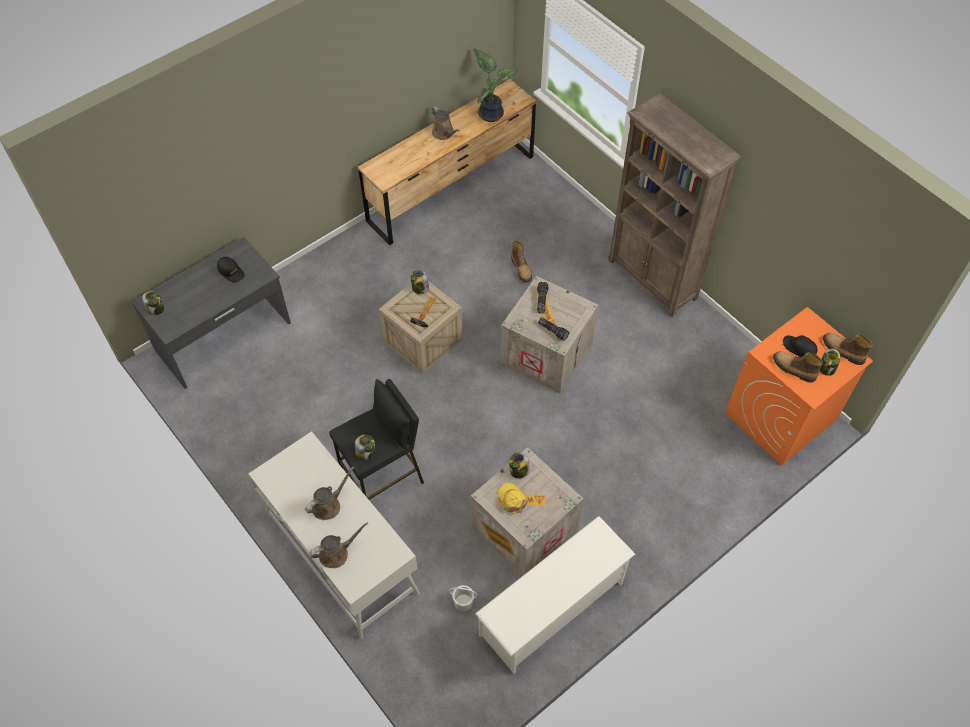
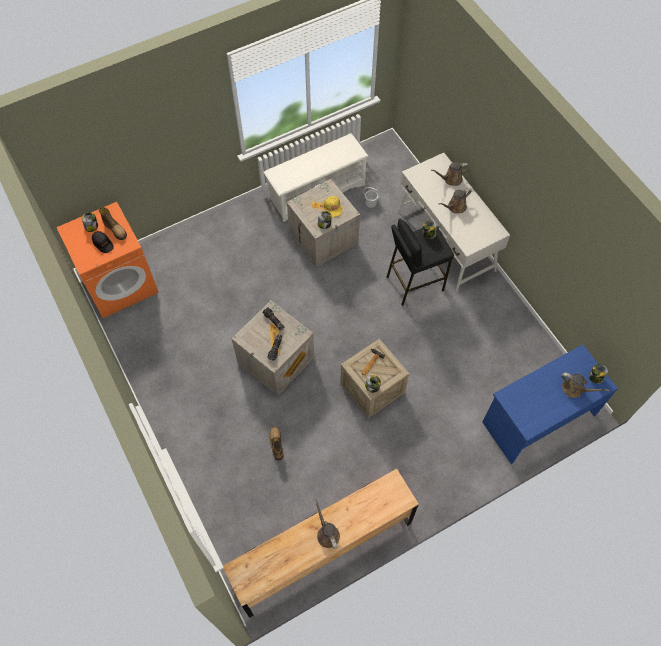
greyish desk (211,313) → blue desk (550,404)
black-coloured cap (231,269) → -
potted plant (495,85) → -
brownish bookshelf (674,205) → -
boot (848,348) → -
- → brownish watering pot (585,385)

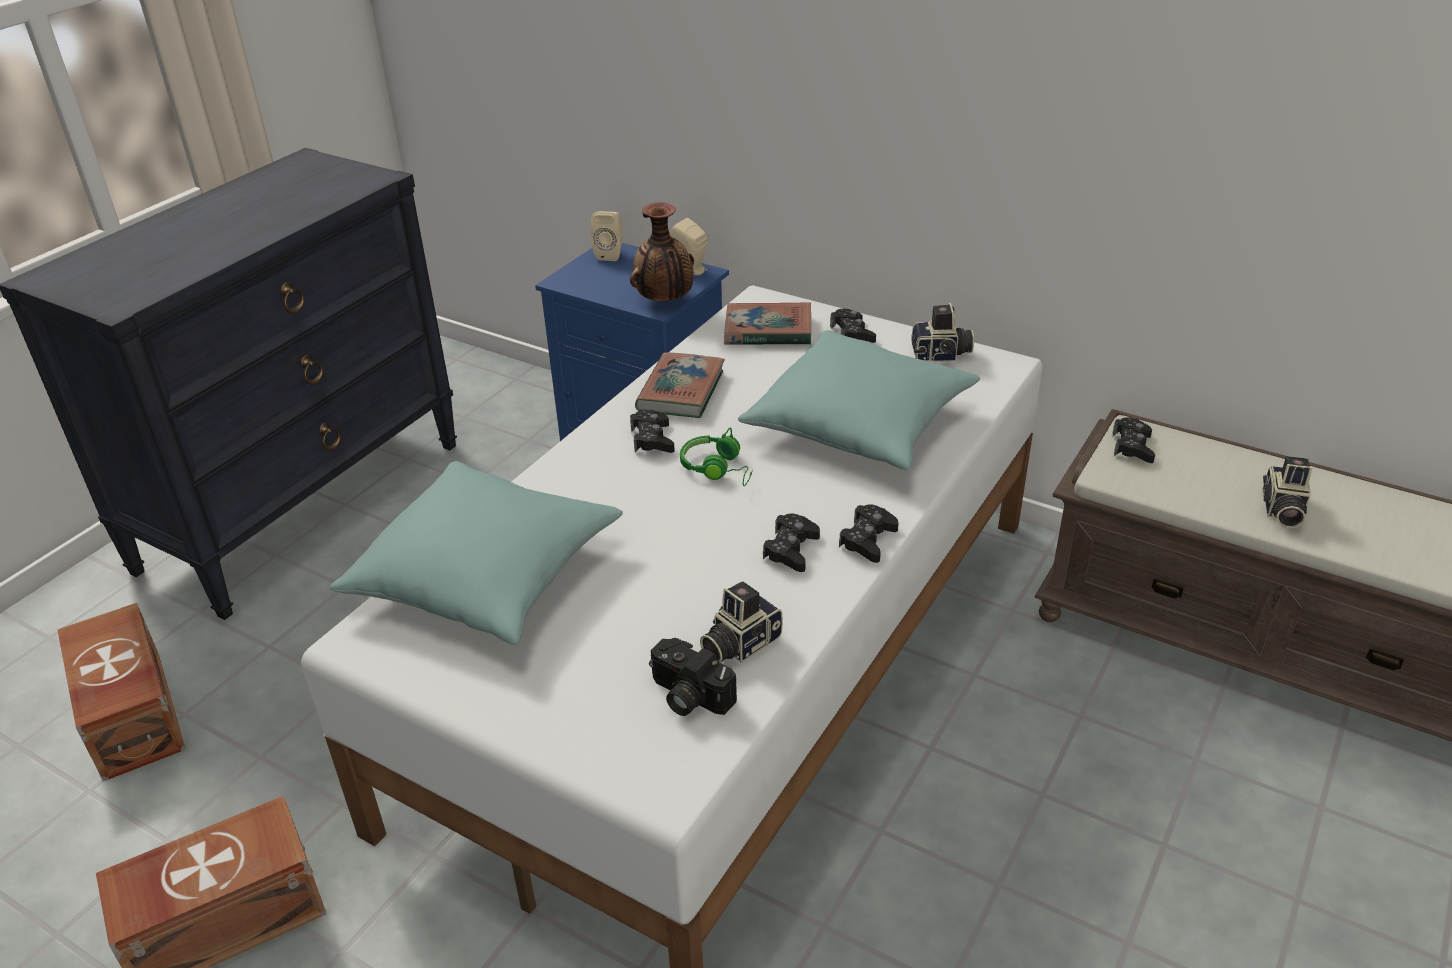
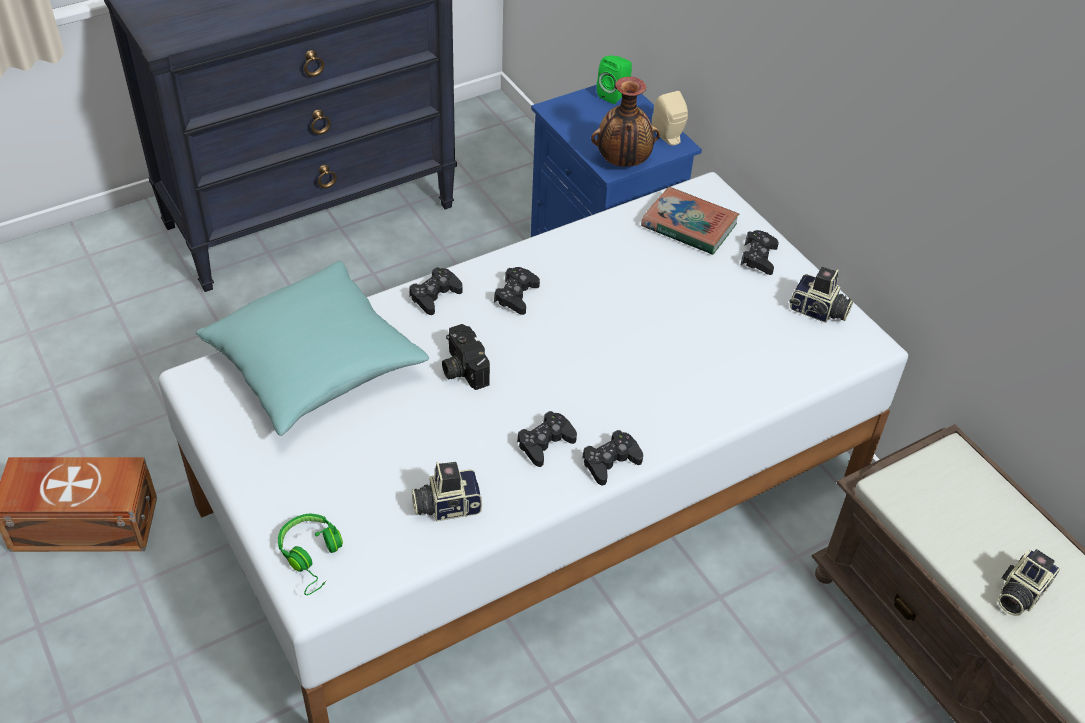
brownish storage box (121,692) → -
beige-coloured speaker (607,236) → greenish speaker (614,79)
bound book (680,385) → -
photo camera (693,677) → photo camera (466,357), shifted
greenish headset (716,457) → greenish headset (310,554), shifted
blue-green throw pillow (859,400) → -
black-coloured gamepad (1134,440) → black-coloured gamepad (436,291), shifted

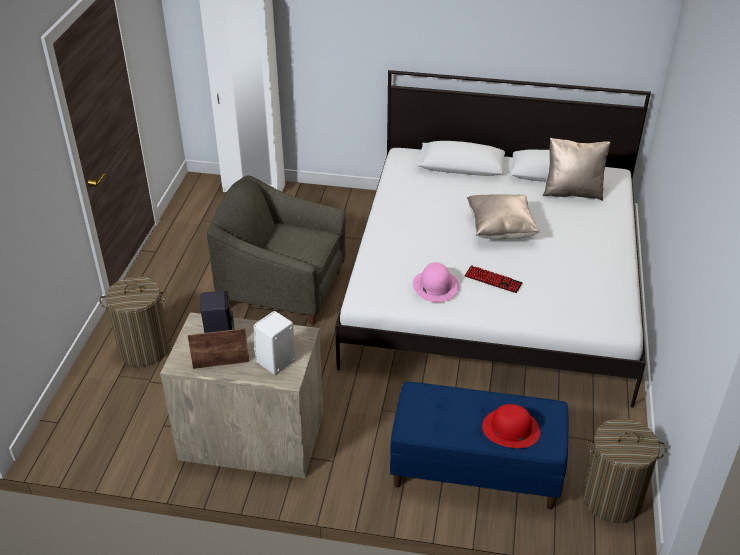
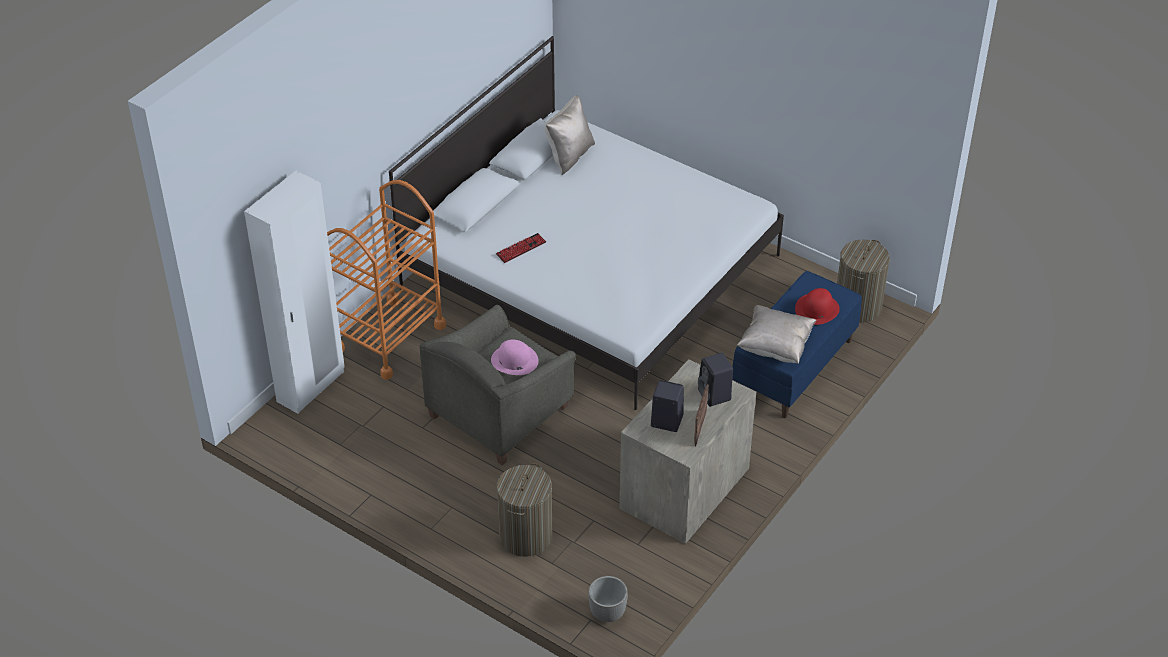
white speaker (275,343) → black-coloured speaker (715,380)
pink-coloured clothing hat (436,282) → pink-coloured clothing hat (515,357), shifted
keyboard (494,279) → keyboard (521,248), shifted
beige-coloured throw pillow (503,217) → beige-coloured throw pillow (776,334), shifted
- → orangey cart (386,280)
- → flower pot (608,599)

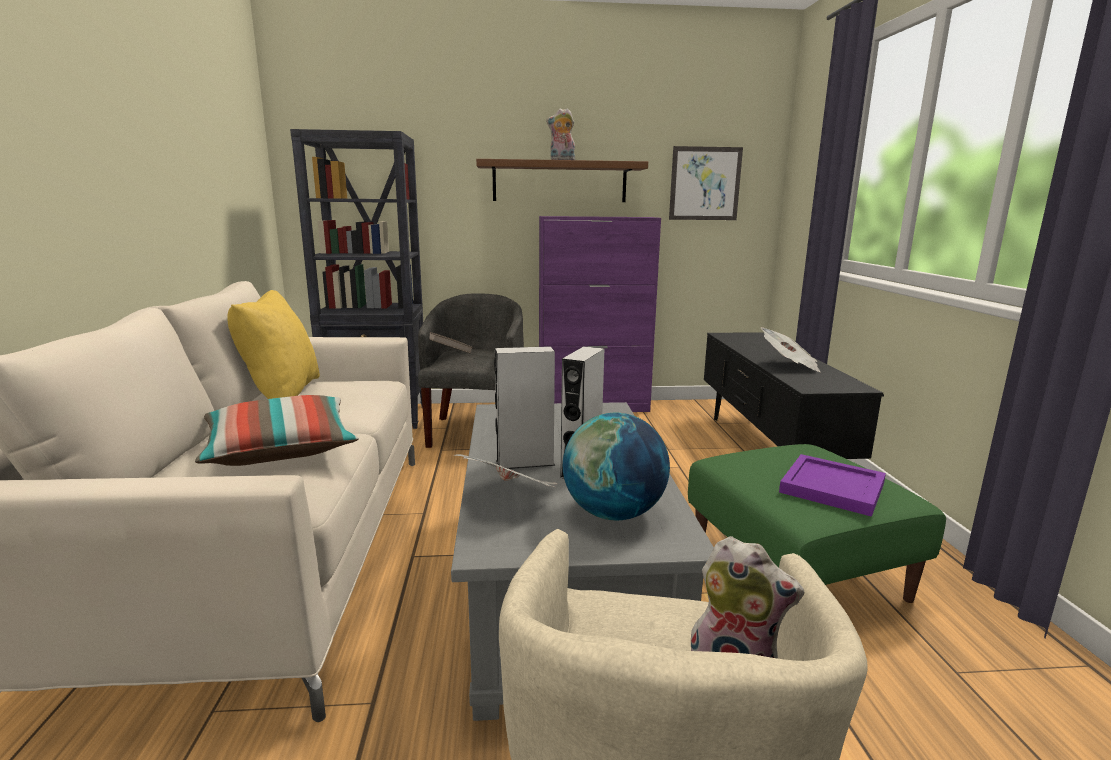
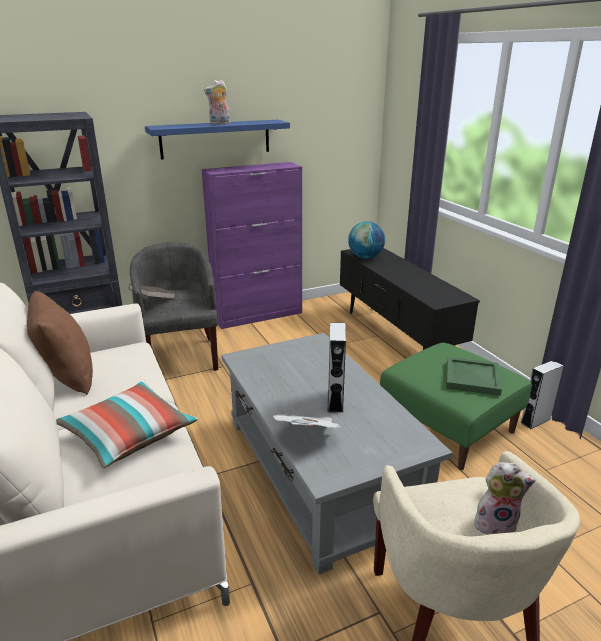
yellowish throw pillow (273,344) → brownish throw pillow (60,343)
brownish bracket shelf (562,180) → blue bracket shelf (217,140)
greyish speaker (524,407) → greyish speaker (542,395), shifted
desk globe (616,466) → desk globe (366,240), shifted
wall picture (706,183) → -
printed paper (790,349) → -
purplish tray (832,485) → greenish tray (474,376)

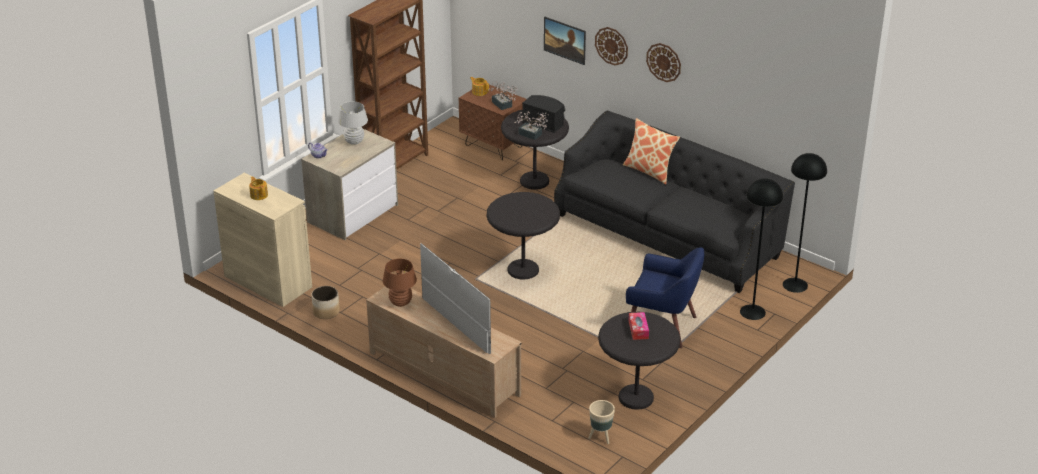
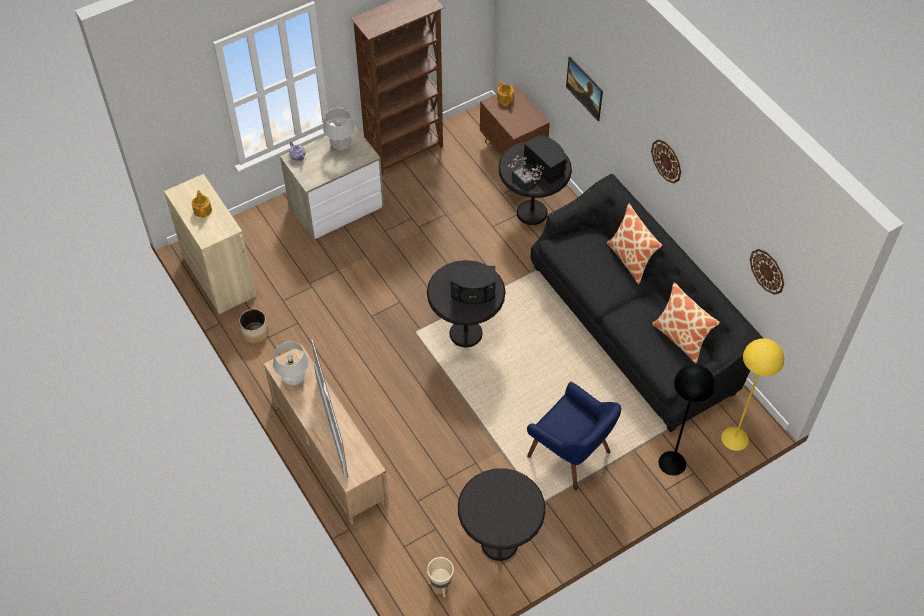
brownish tabletop lamp (400,283) → white tabletop lamp (291,363)
potted plant (503,95) → -
clock on the wall (611,46) → clock on the wall (767,272), shifted
box of tissues (639,326) → -
black-coloured standard lamp (805,223) → yellowish standard lamp (752,395)
- → black-coloured speaker (473,284)
- → throw pillow (686,323)

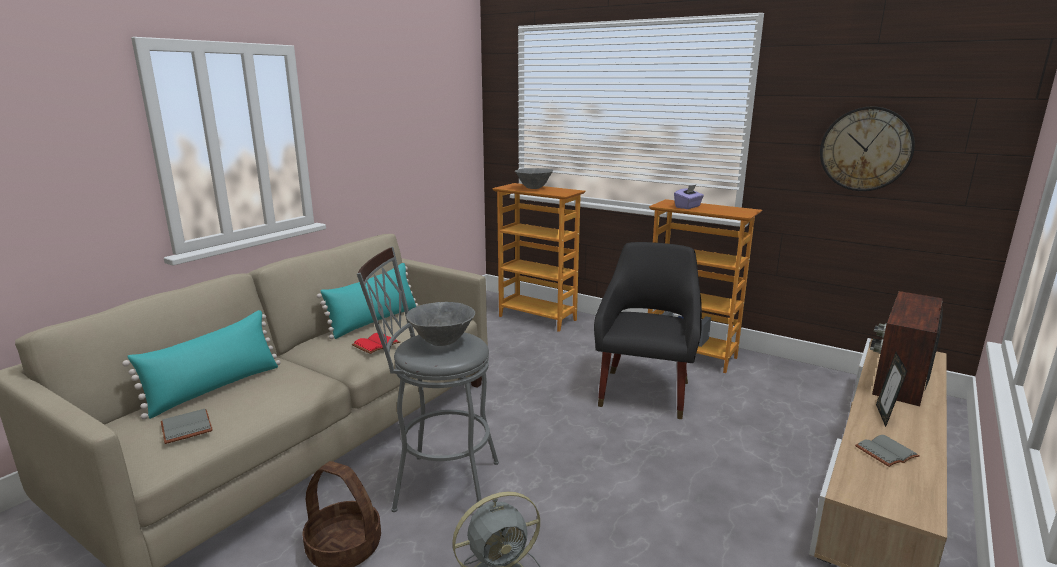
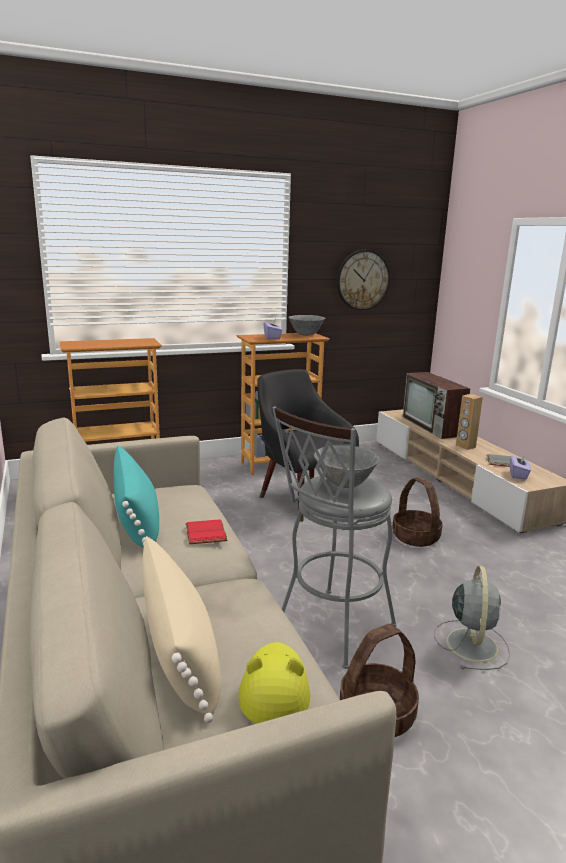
blue-green throw pillow (201,365) → beige-coloured throw pillow (182,629)
greyish bound book (187,426) → yellowish clothing hat (274,683)
greyish serving bowl (534,178) → greyish serving bowl (306,325), shifted
photo frame (892,389) → brownish speaker (469,422)
- → storage basket (417,512)
- → purplish box of tissues (520,467)

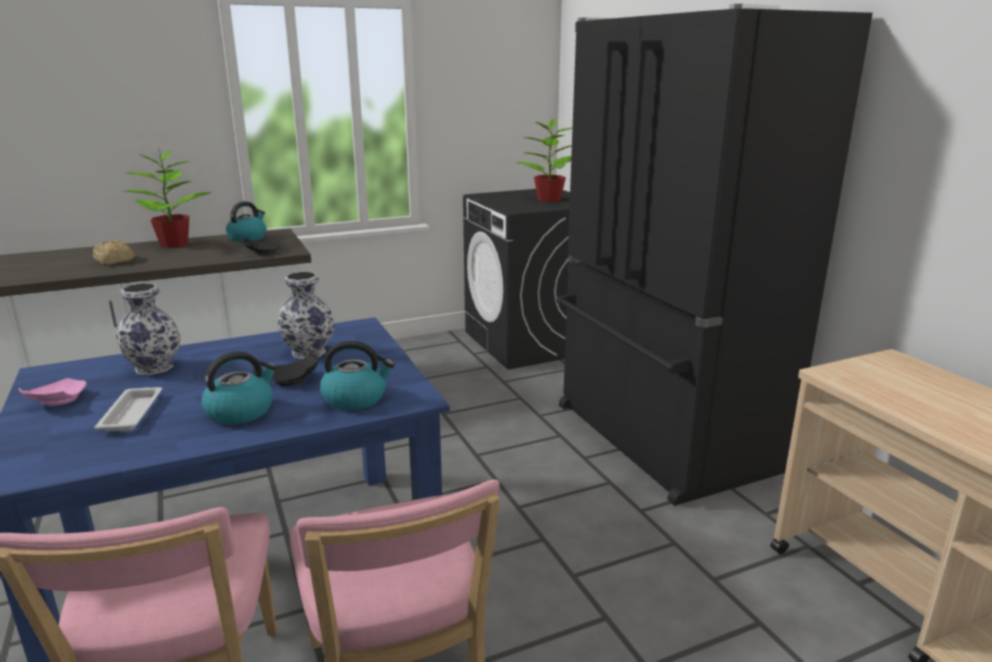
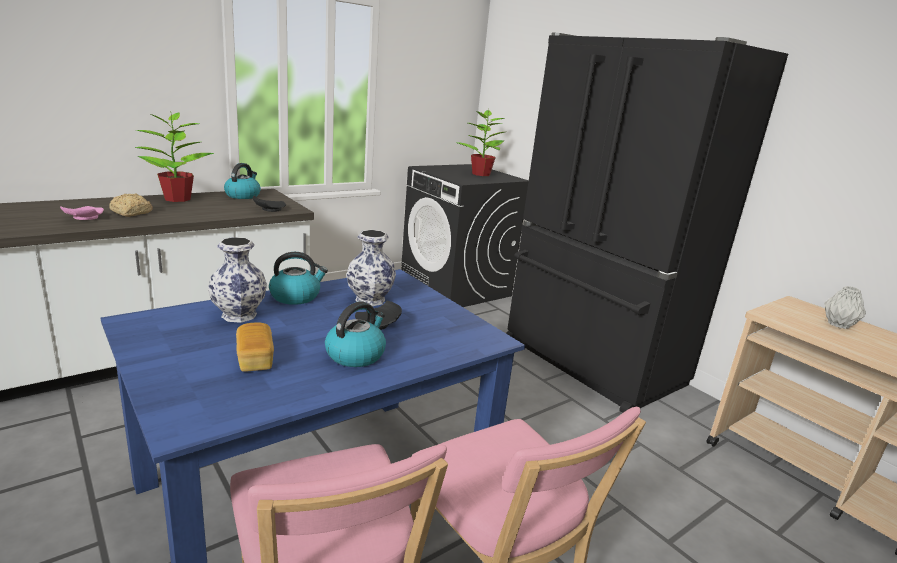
pink-coloured dinner plate (52,392) → pink-coloured dinner plate (82,213), shifted
white tray (128,409) → baked bread (255,347)
water kettle (357,375) → water kettle (298,278), shifted
- → greyish flower vase (845,307)

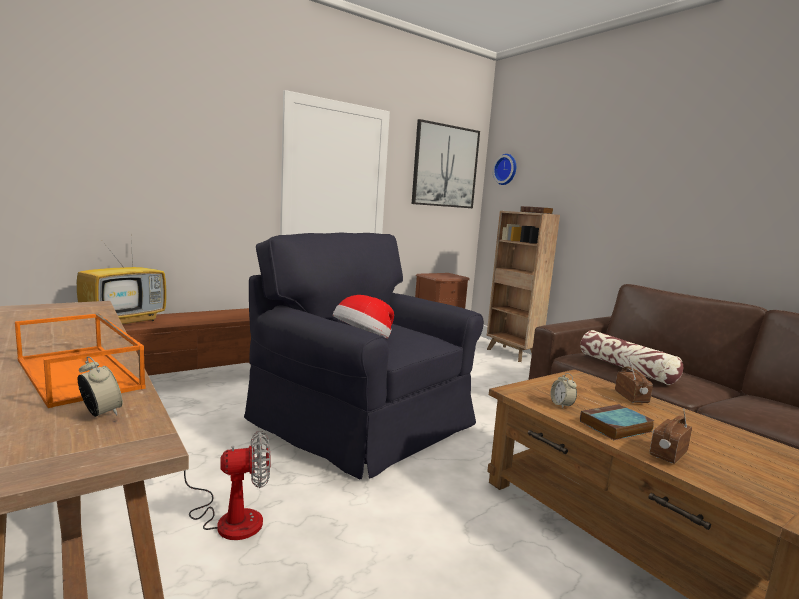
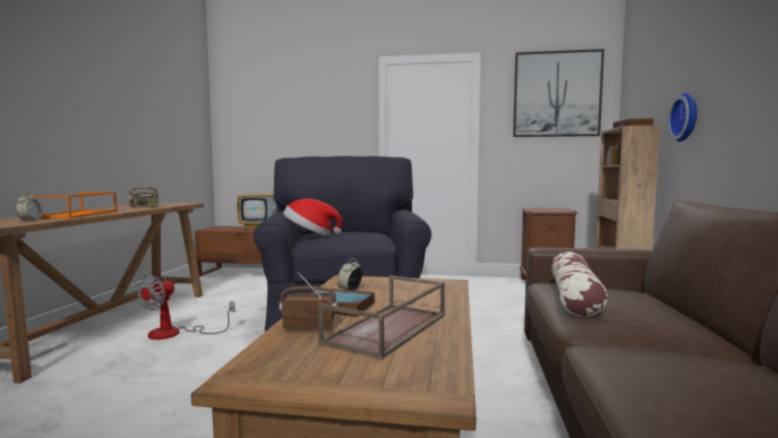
cooling fan (227,485) → cooling fan (186,307), 90 degrees clockwise
clock on the wall (504,169) → clock on the wall (682,117), shifted
radio (634,380) → radio (143,193), shifted
- → brownish tray (381,317)

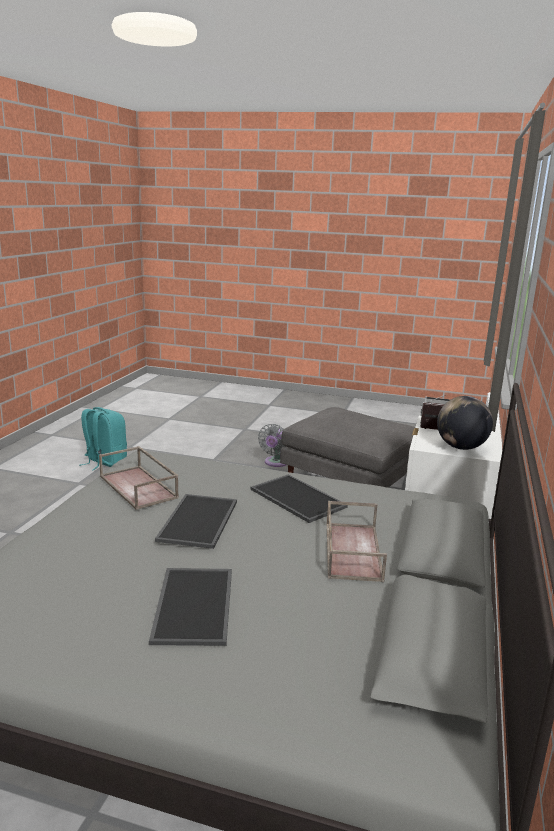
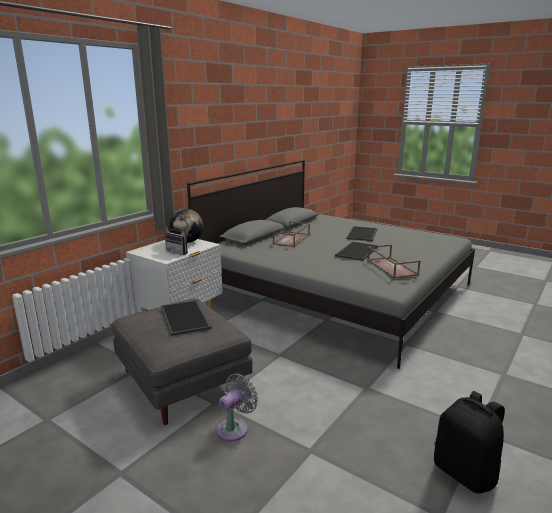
blue-green rucksack (103,439) → black-coloured rucksack (469,442)
tray (299,498) → tray (186,318), shifted

